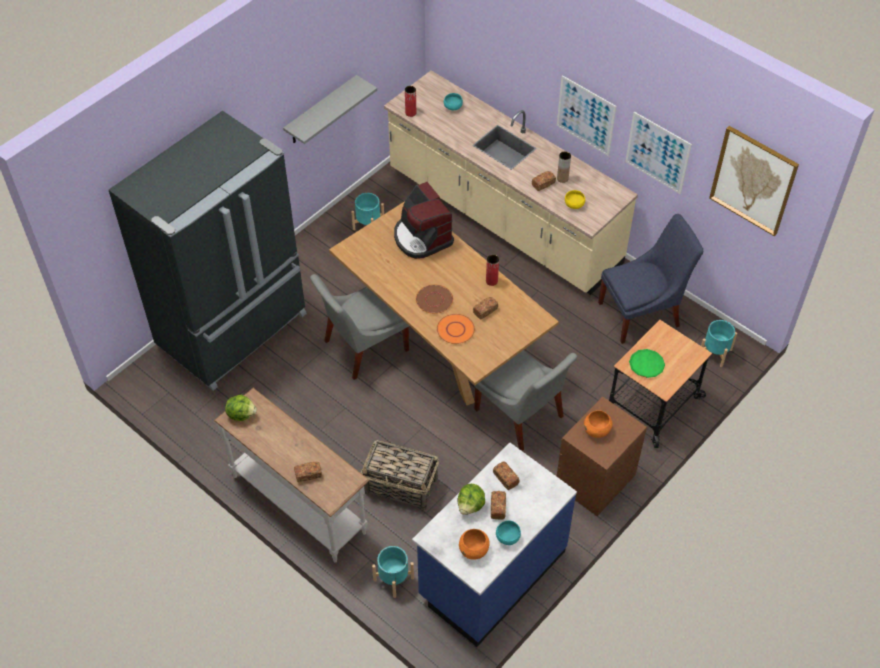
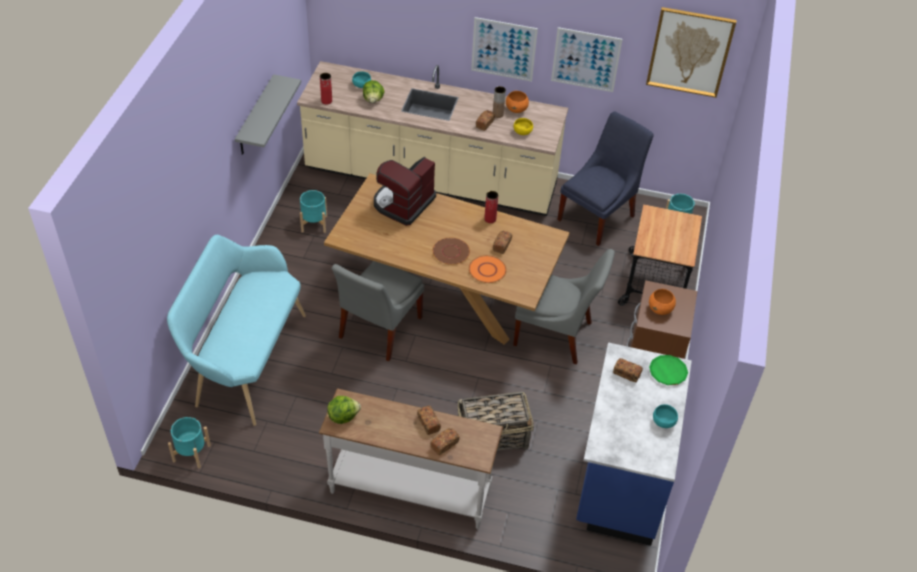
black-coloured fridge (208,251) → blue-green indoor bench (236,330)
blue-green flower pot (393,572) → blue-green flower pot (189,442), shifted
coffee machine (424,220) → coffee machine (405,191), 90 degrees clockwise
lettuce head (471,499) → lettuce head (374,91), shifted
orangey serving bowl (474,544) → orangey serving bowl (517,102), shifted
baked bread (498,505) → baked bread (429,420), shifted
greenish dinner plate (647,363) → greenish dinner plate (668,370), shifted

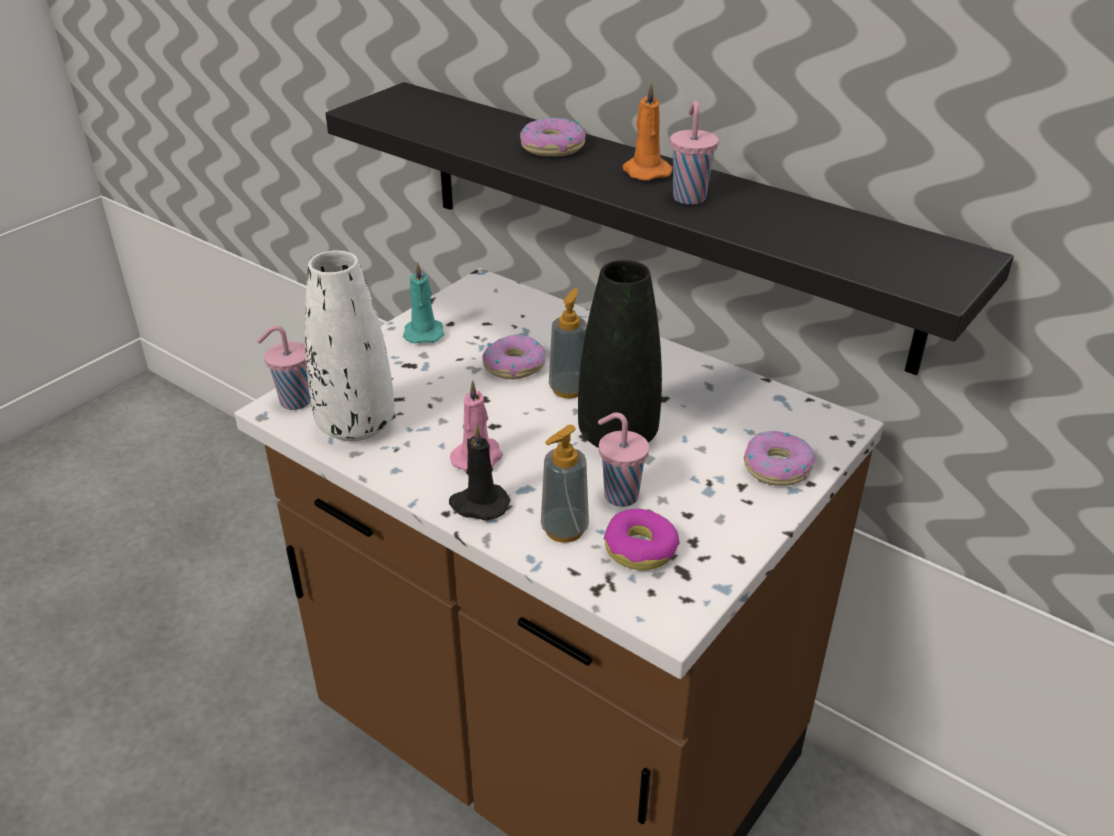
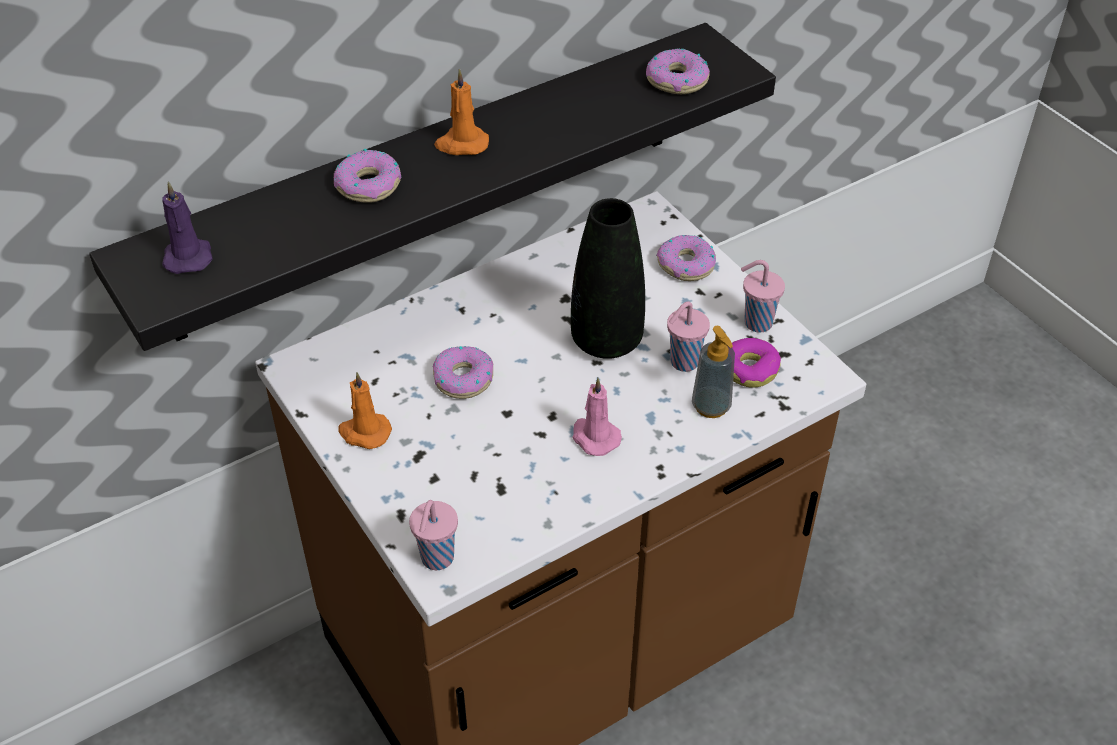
white flower vase (350,345) → -
blue-green candle (423,303) → orangey candle (365,410)
black-coloured candle (479,472) → -
liquid soap bottle (568,343) → -
pink-coloured small cup (694,153) → pink-coloured small cup (763,296), shifted
- → purplish candle (187,227)
- → donut (678,71)

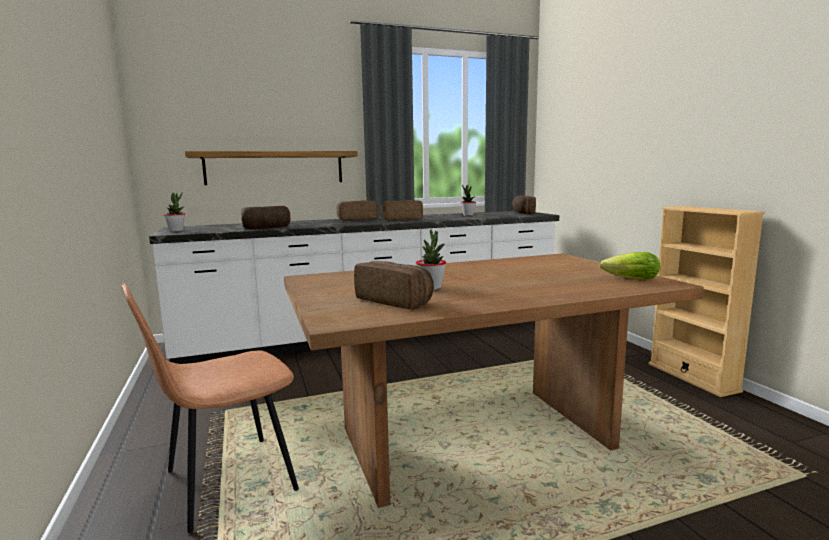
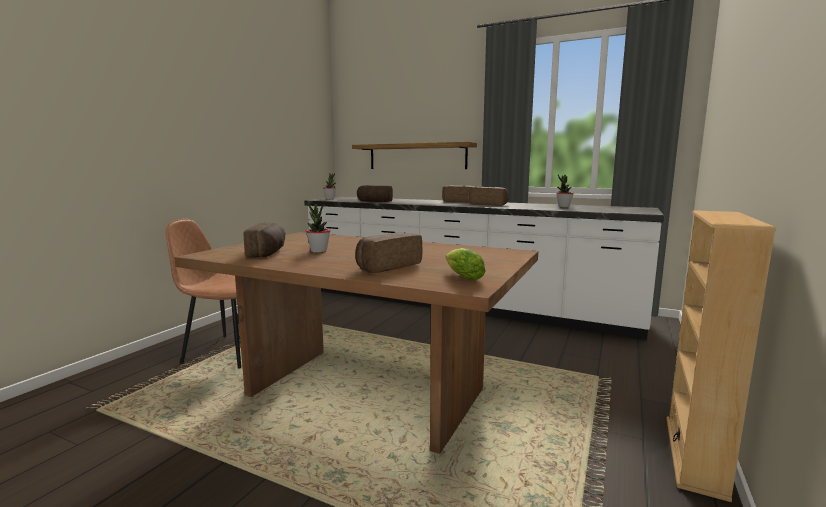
baked bread (524,204) → baked bread (388,252), shifted

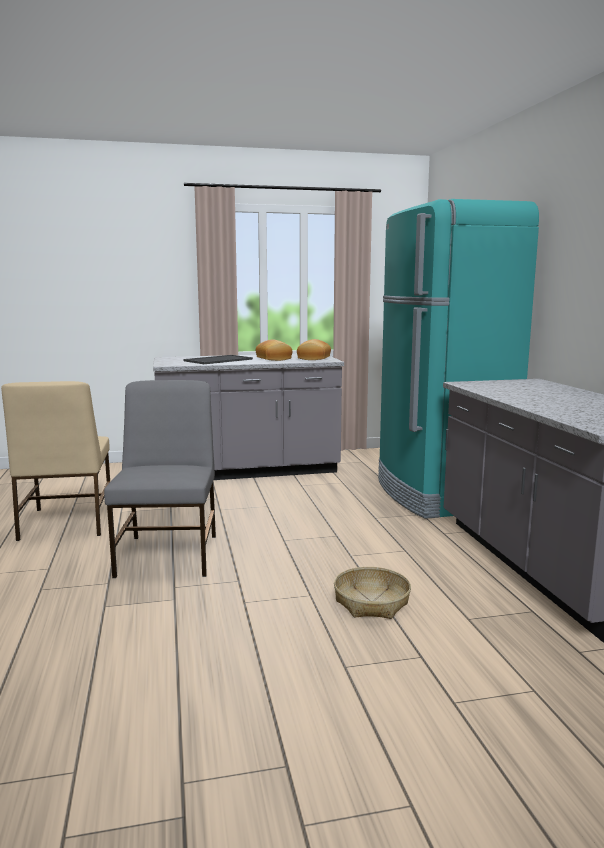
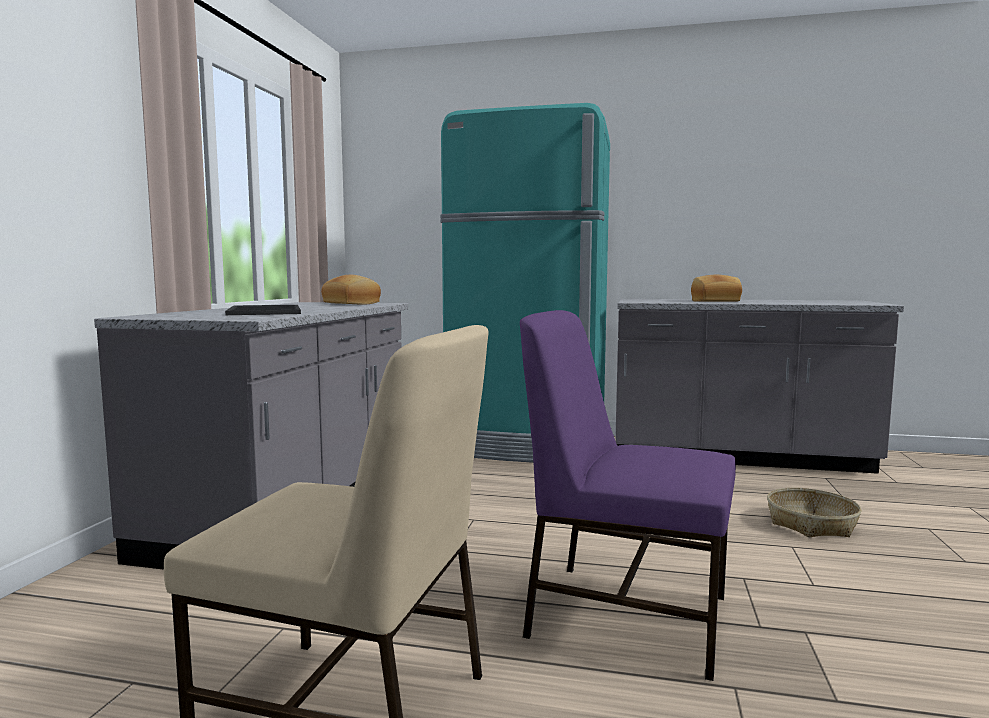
greyish plain chair (160,479) → purplish plain chair (628,495)
baked bread (274,350) → baked bread (716,288), shifted

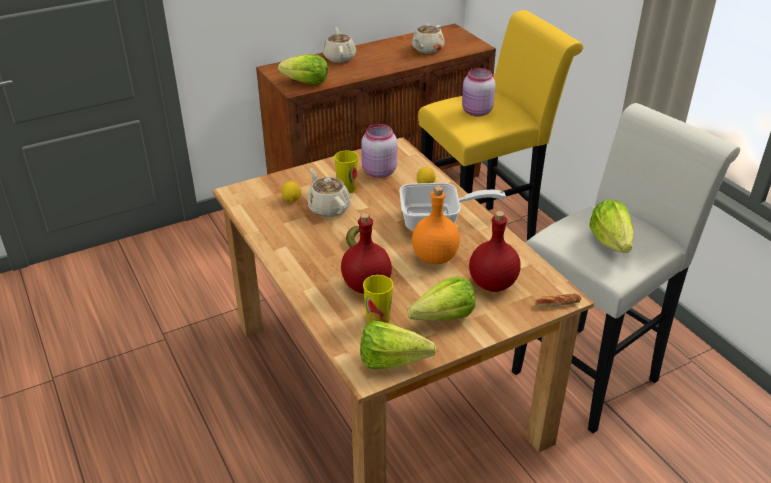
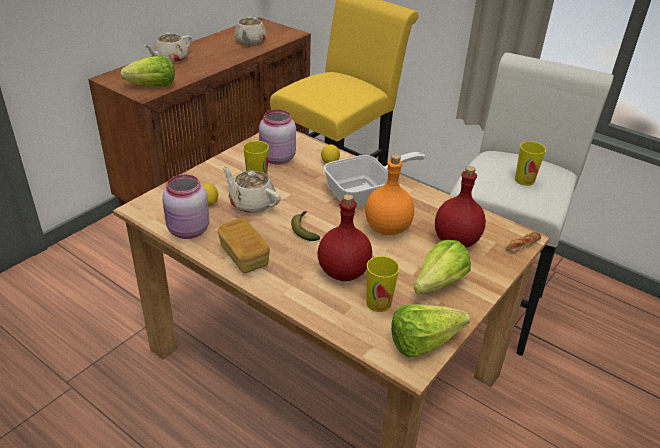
beige-coloured tea pot (339,45) → beige-coloured tea pot (168,47), 105 degrees counterclockwise
pink-coloured preserve jar (479,92) → pink-coloured preserve jar (185,206), shifted
lettuce head (611,226) → small cup (530,163)
- → baked bread (244,245)

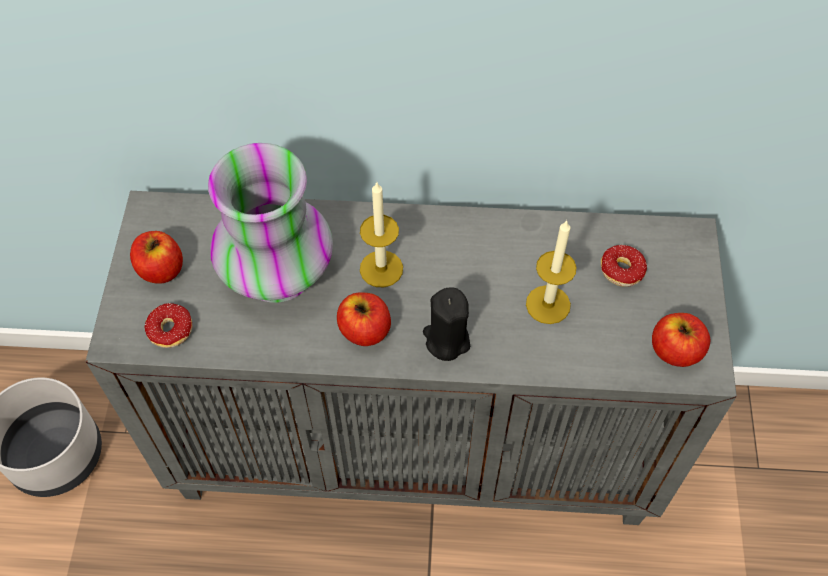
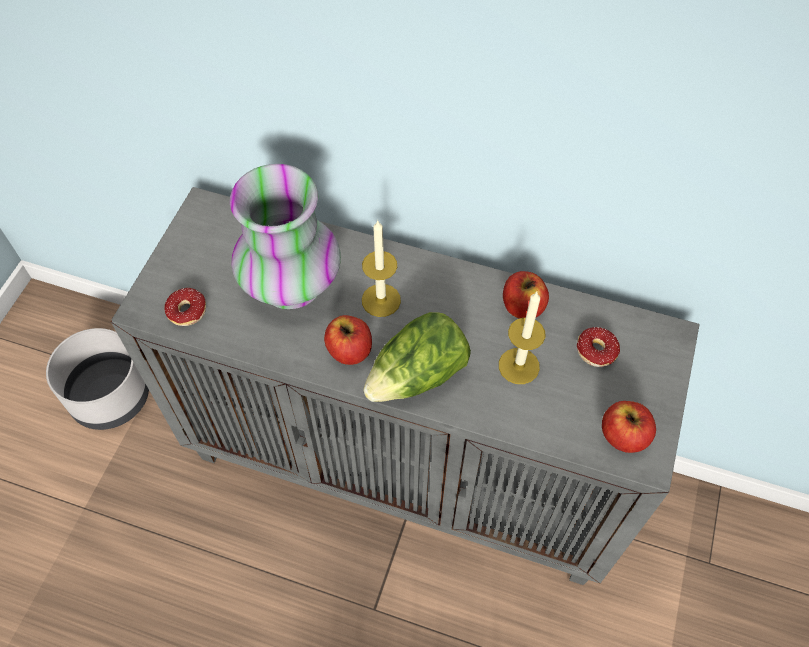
apple fruit (156,257) → apple fruit (526,295), shifted
black-coloured candle (446,324) → lettuce head (417,357)

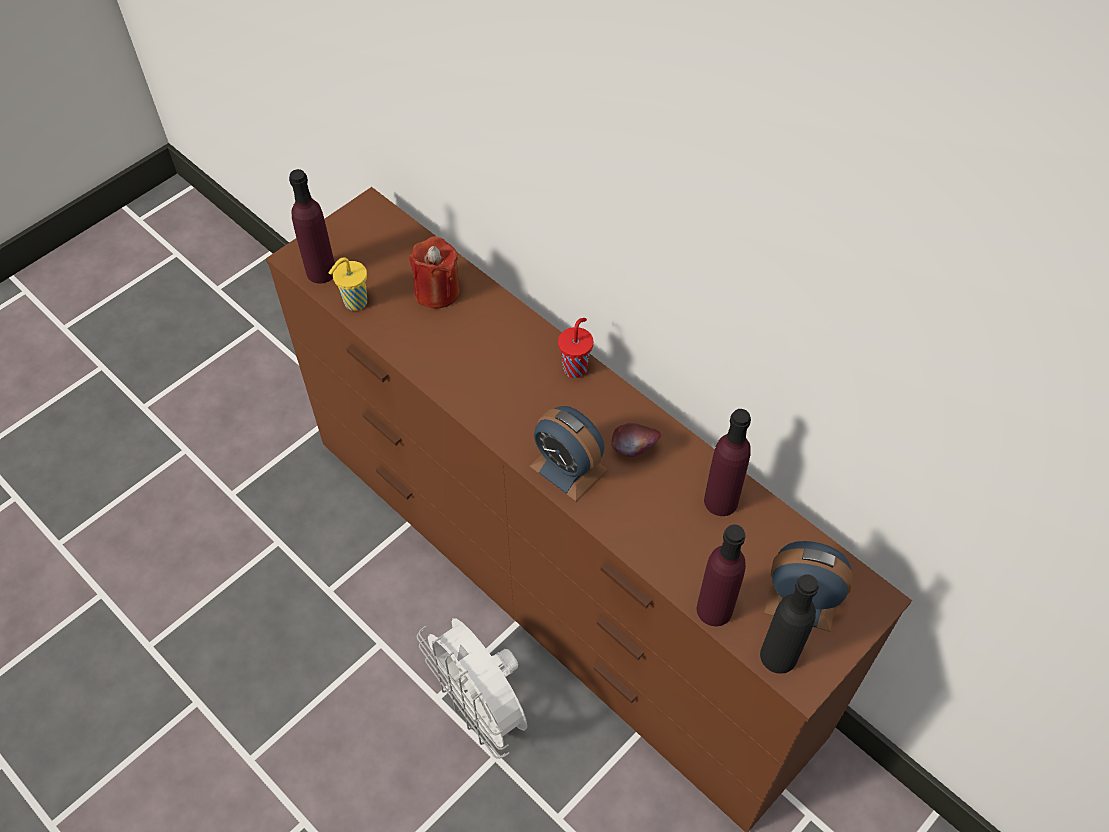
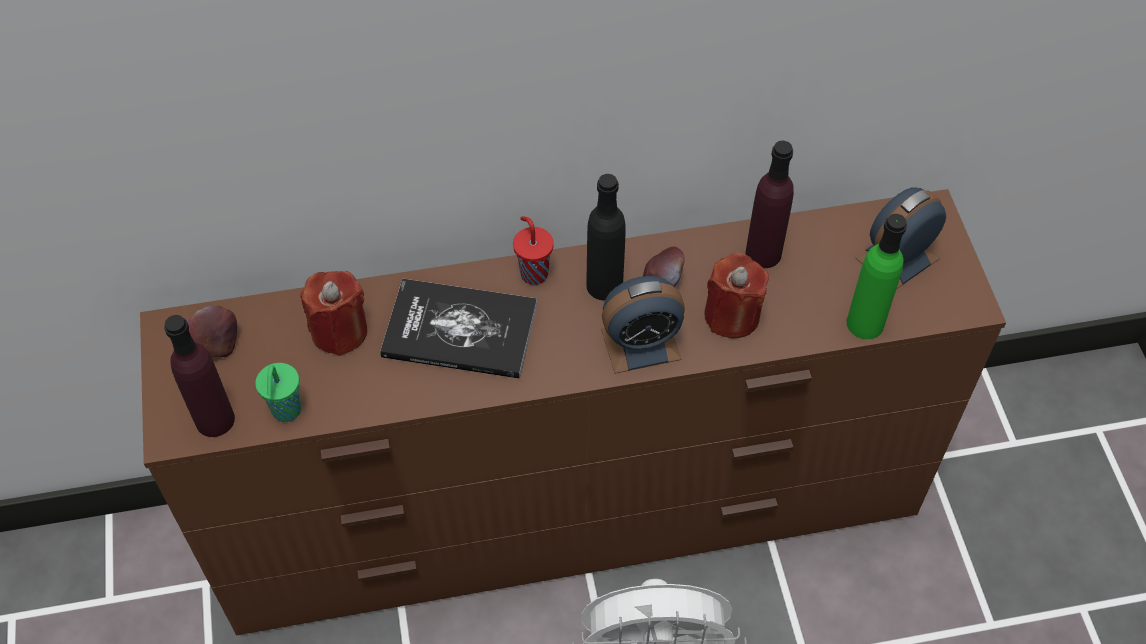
yellowish small cup (348,284) → greenish small cup (278,392)
purplish drink bottle (721,575) → greenish drink bottle (877,276)
black-coloured drink bottle (789,624) → black-coloured drink bottle (605,237), shifted
- → apple fruit (212,331)
- → bound book (458,329)
- → reddish candle (736,295)

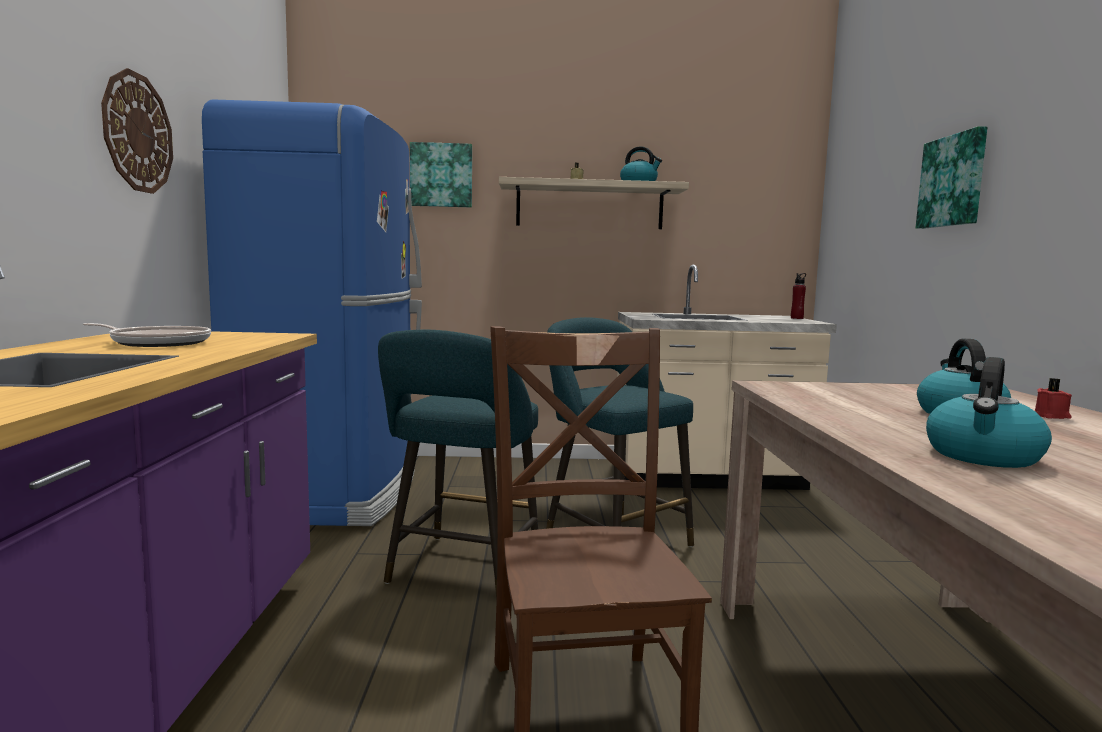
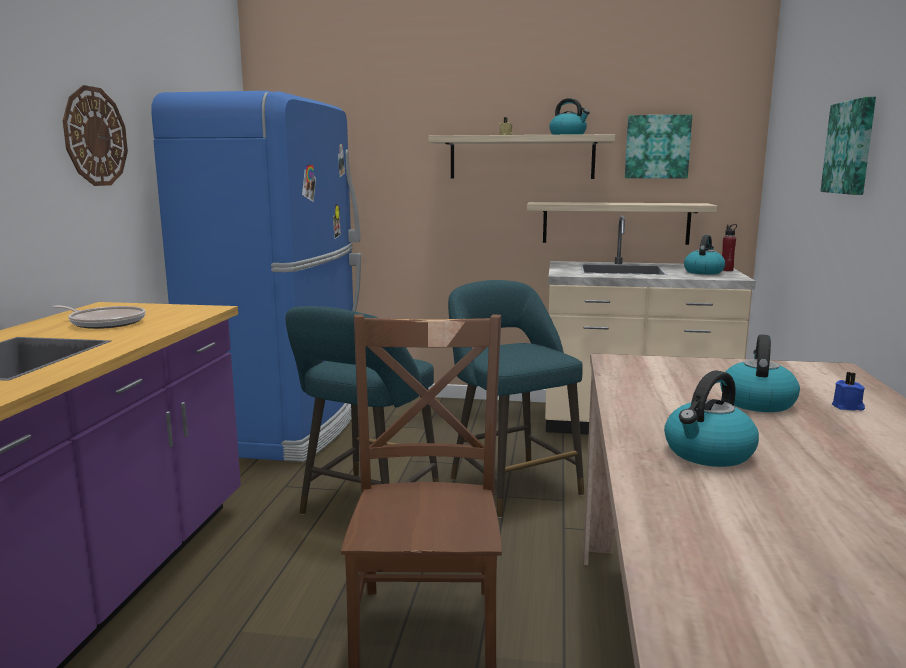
wall picture (441,175) → wall picture (658,146), shifted
reddish candle (1053,398) → blue candle (848,391)
- → bracket shelf (622,223)
- → water kettle (704,255)

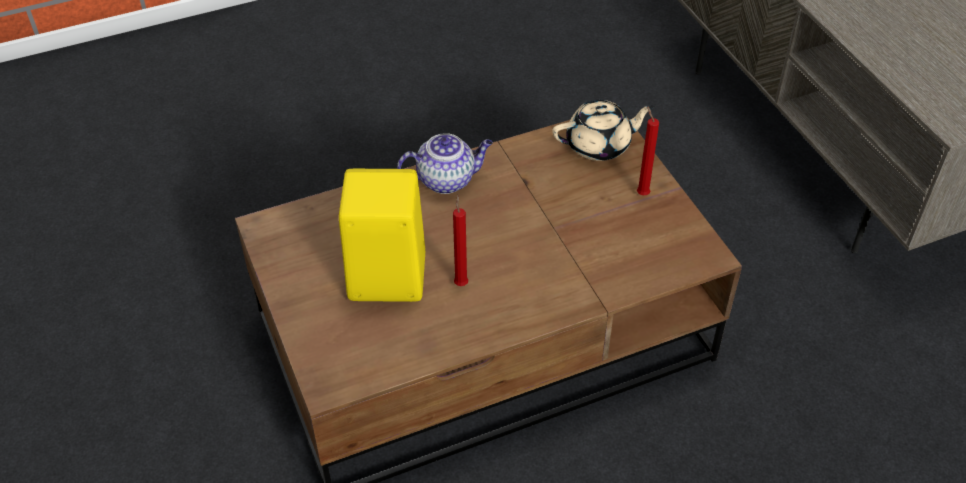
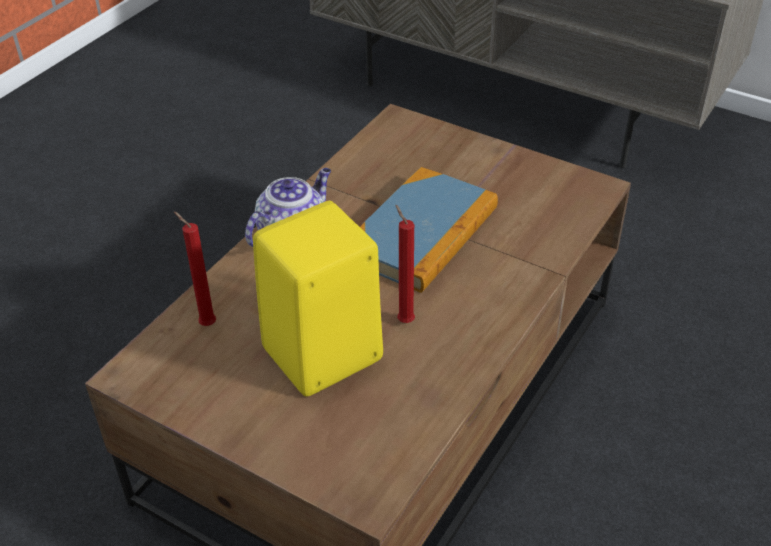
beige-coloured tea pot (603,130) → -
reddish candle (648,150) → reddish candle (195,269), shifted
- → bound book (429,230)

